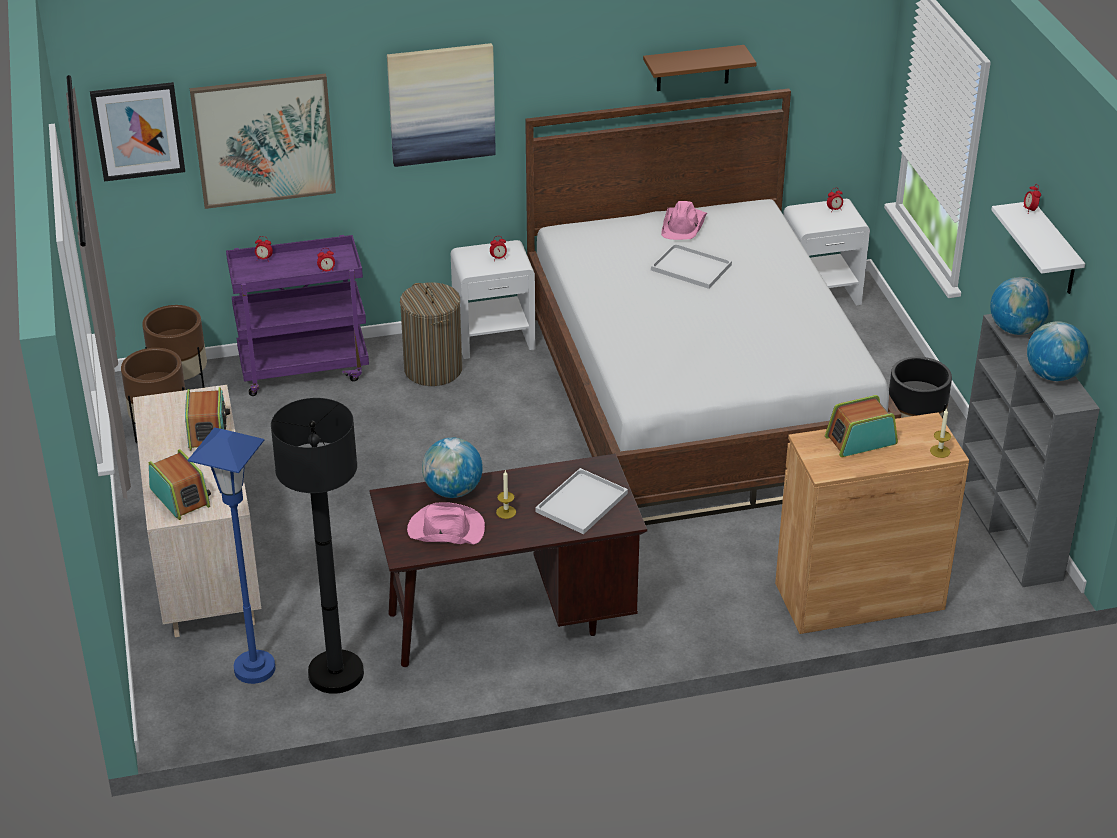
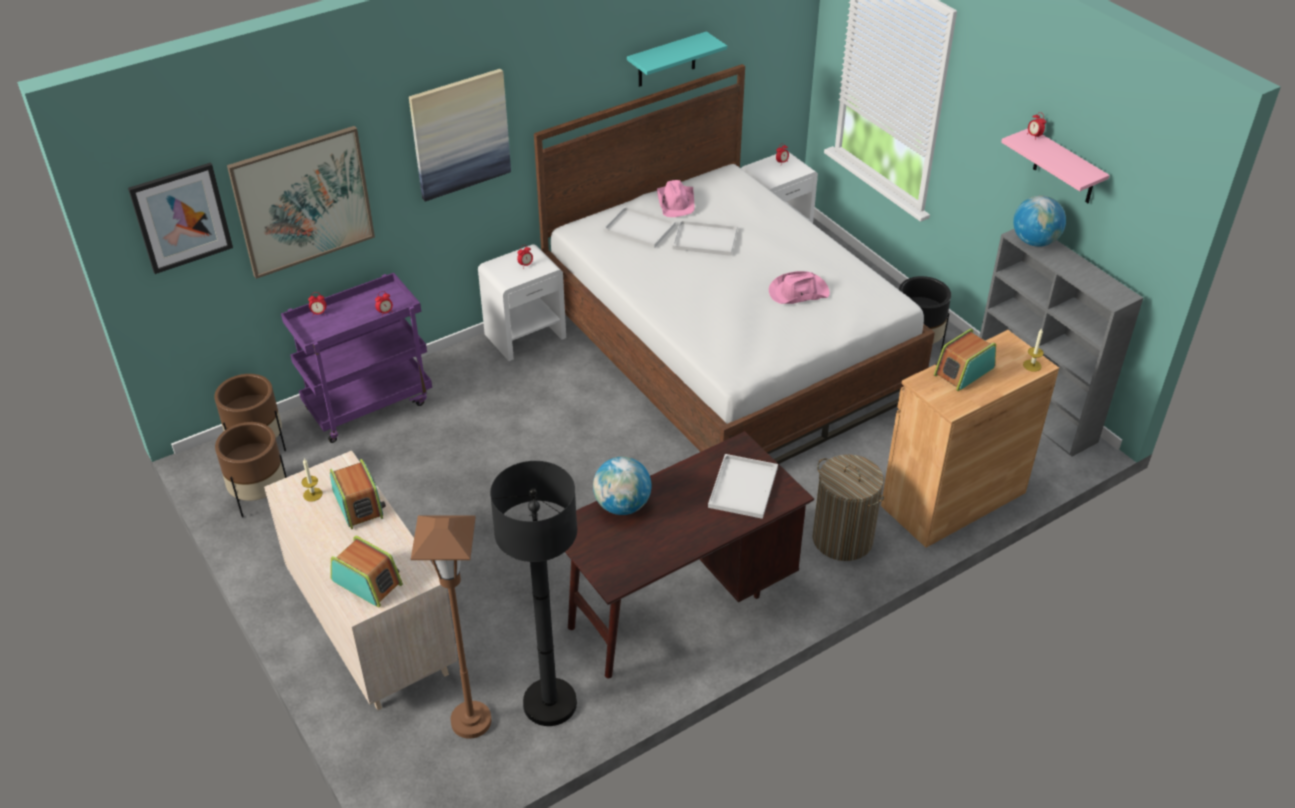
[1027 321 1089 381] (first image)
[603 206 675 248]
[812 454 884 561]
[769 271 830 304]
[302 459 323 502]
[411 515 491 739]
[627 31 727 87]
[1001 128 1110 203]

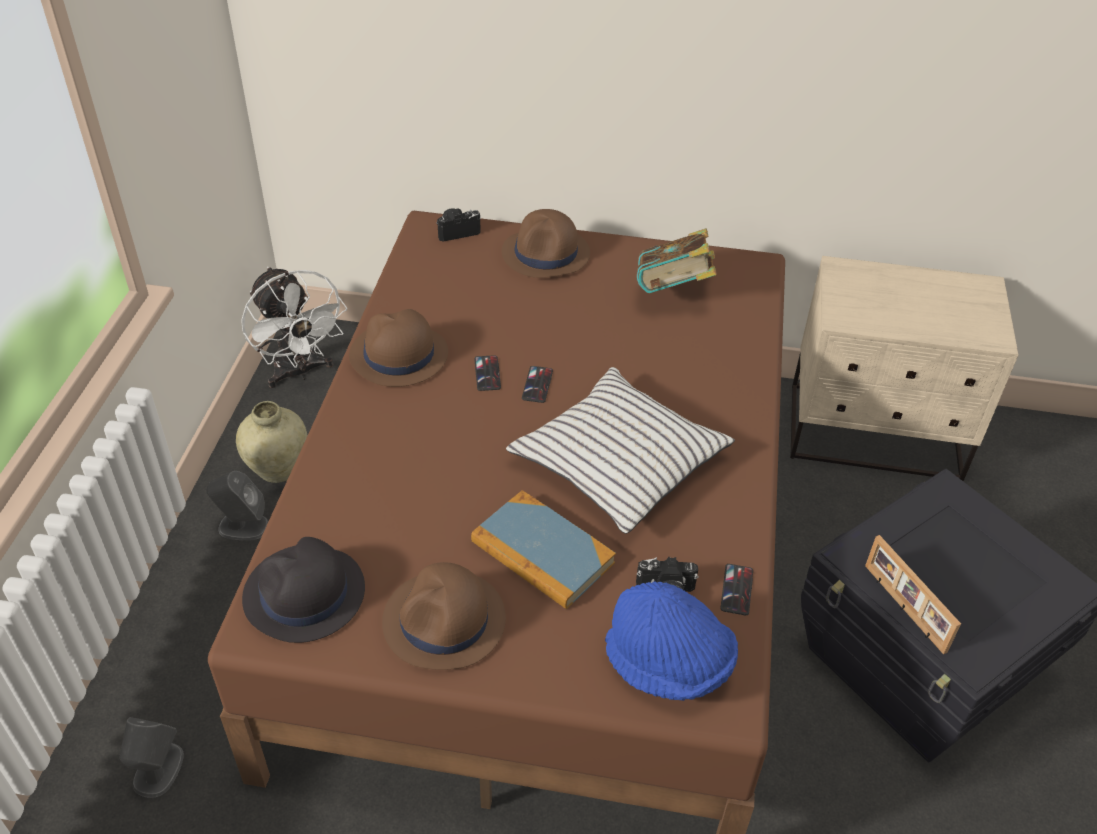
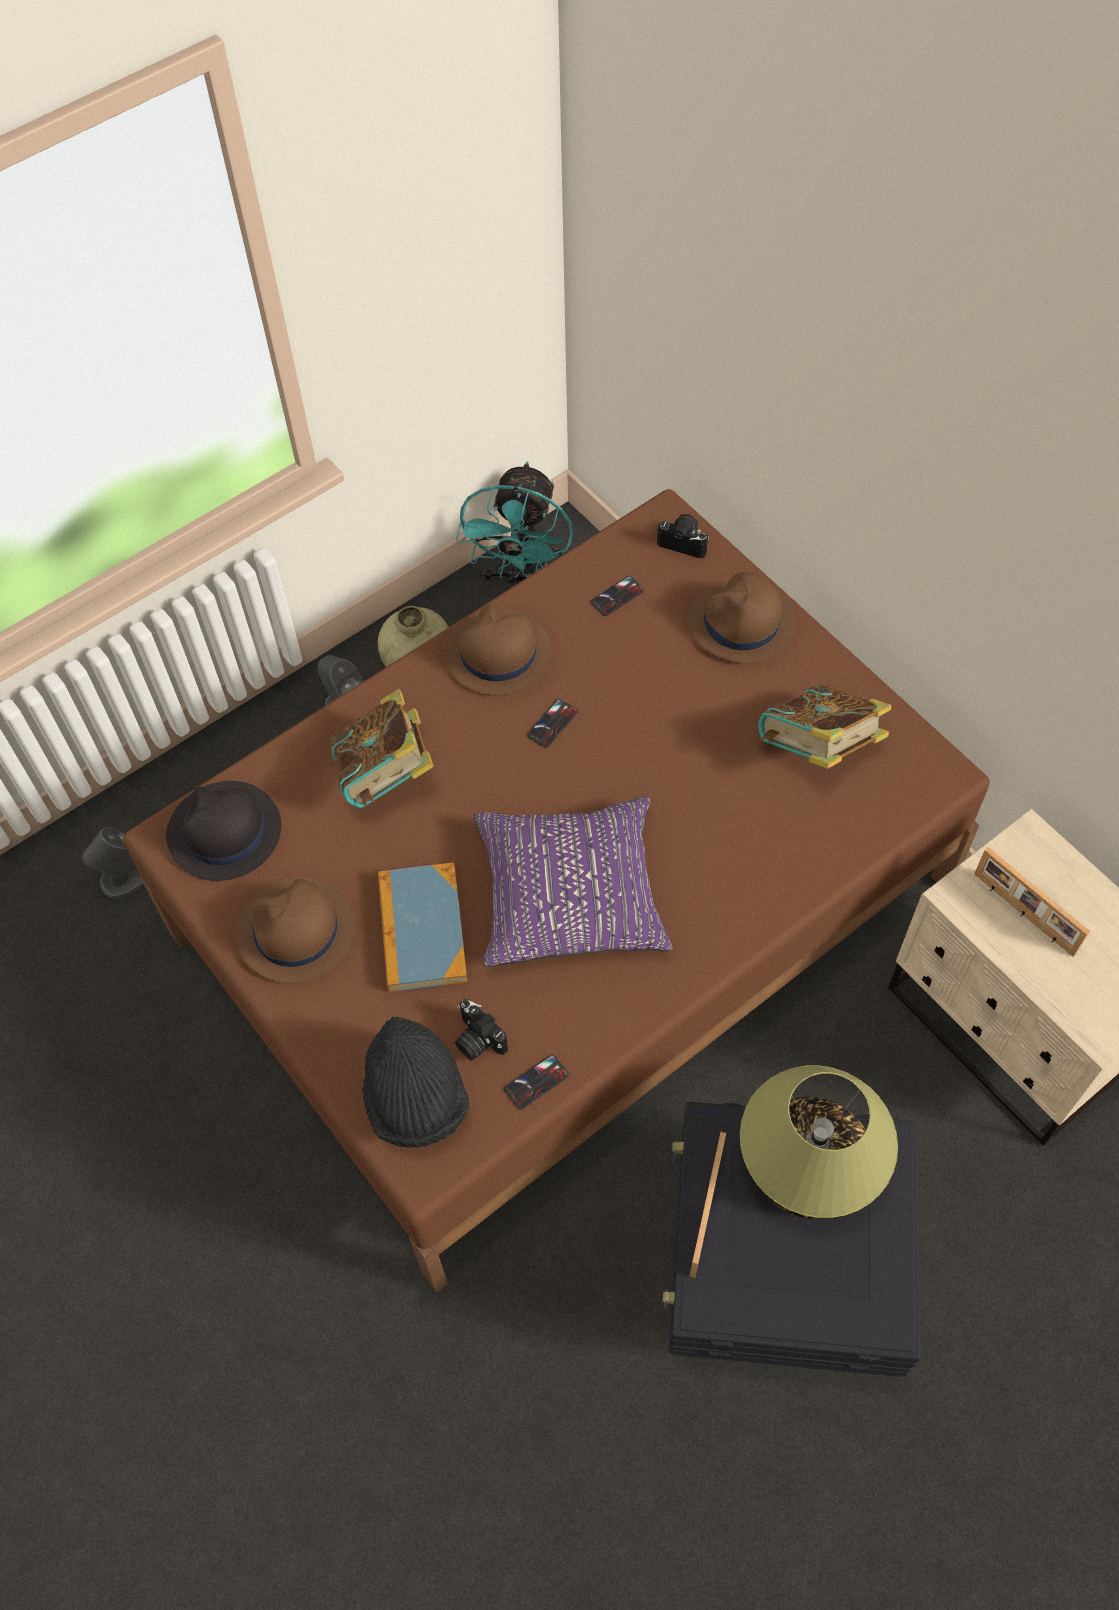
[330 689 433 808]
[740 1066 898 1219]
[974 847 1090 957]
[591 576 644 616]
[456 462 573 584]
[474 797 673 967]
[362 1017 469 1148]

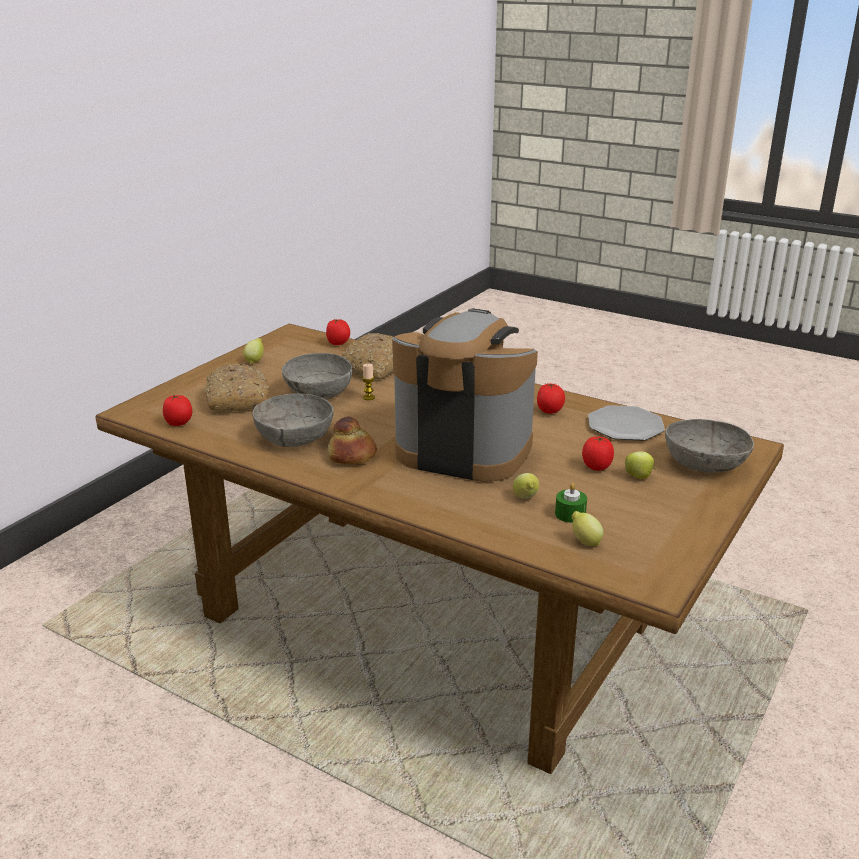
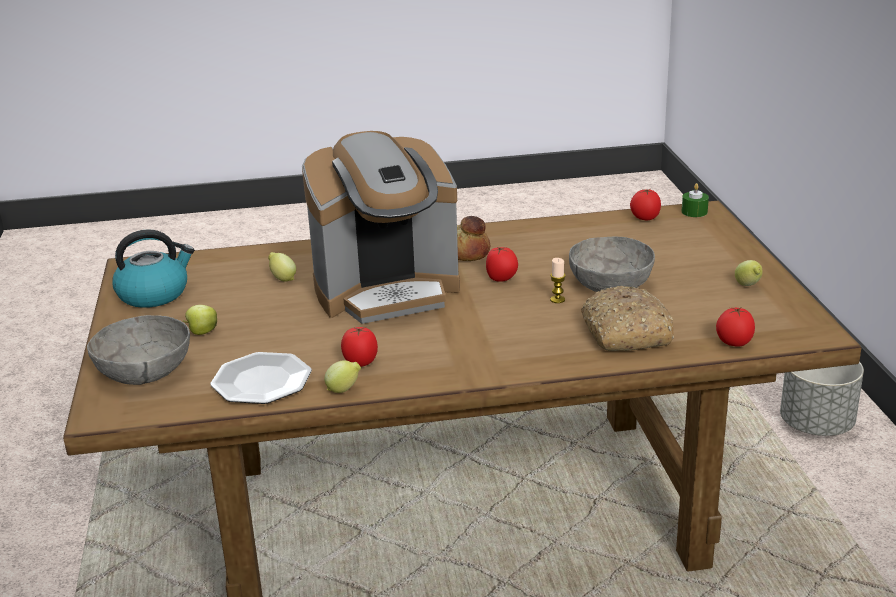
[205 364 270 412] (first image)
[252 393 333 447] (first image)
[113 229 194 308]
[780 362 864 436]
[682 183 709 217]
[324 360 361 393]
[486 246 518 282]

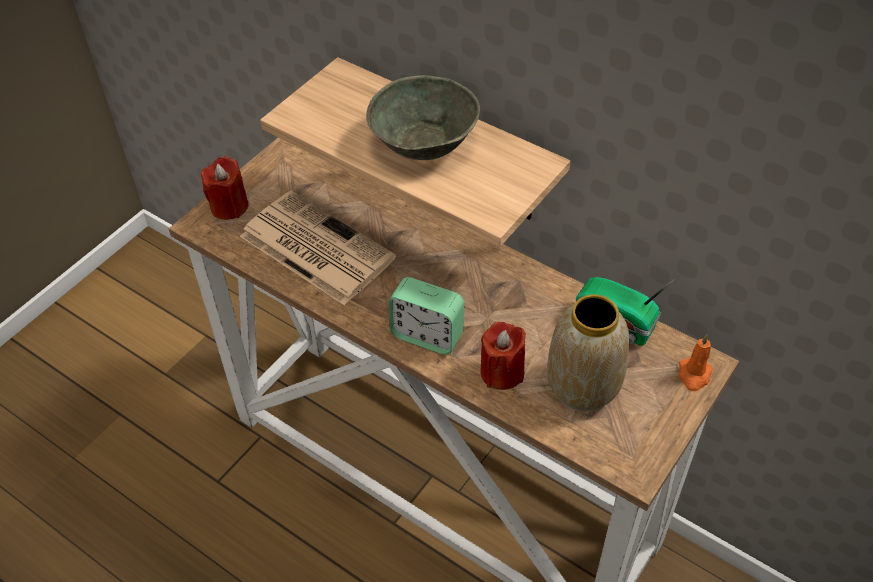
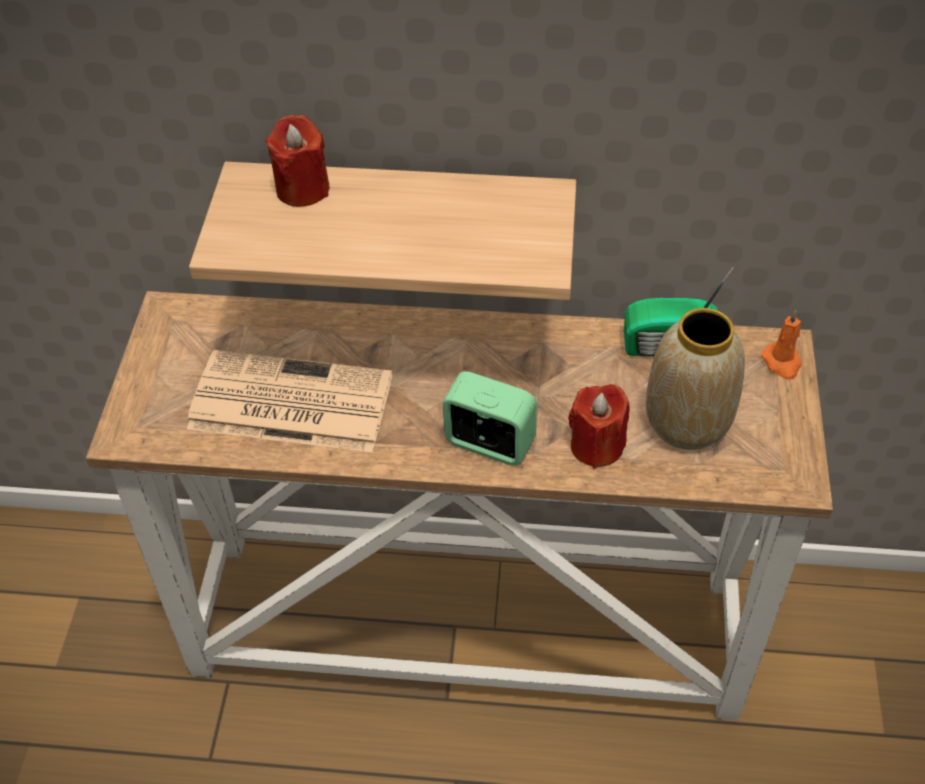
[366 75 480 160] (first image)
[266 115 329 207]
[442 371 537 466]

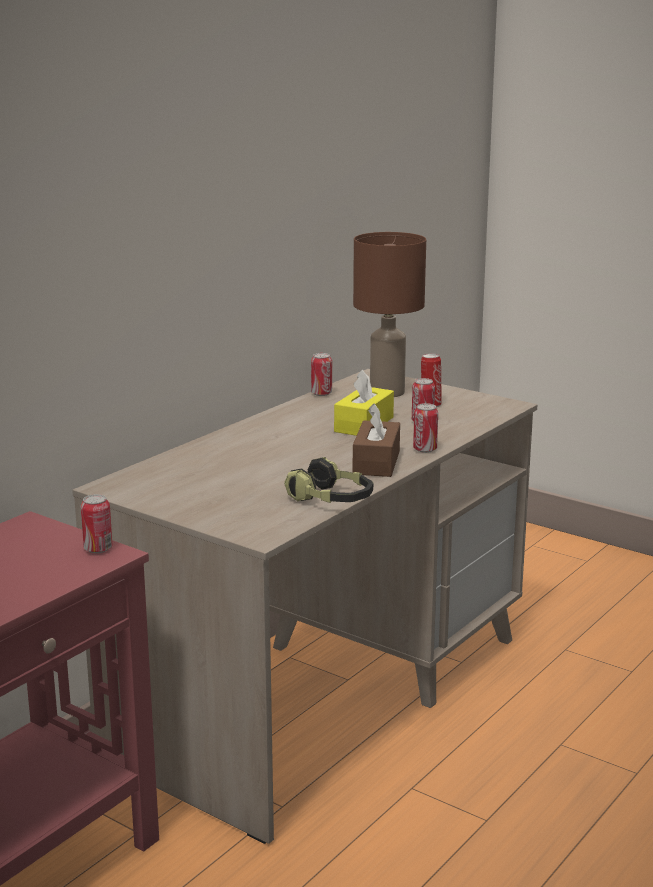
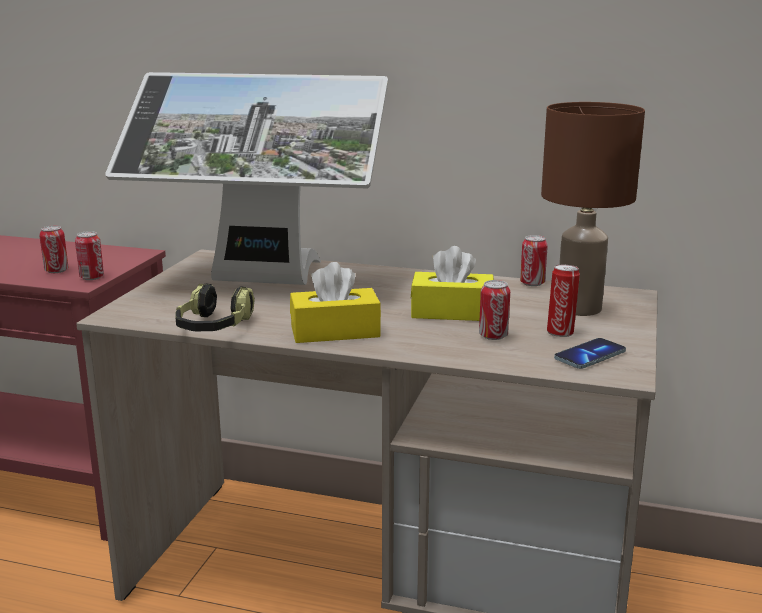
[105 72 388 285]
[554 338 626 369]
[39 226 69 273]
[290 262 381 343]

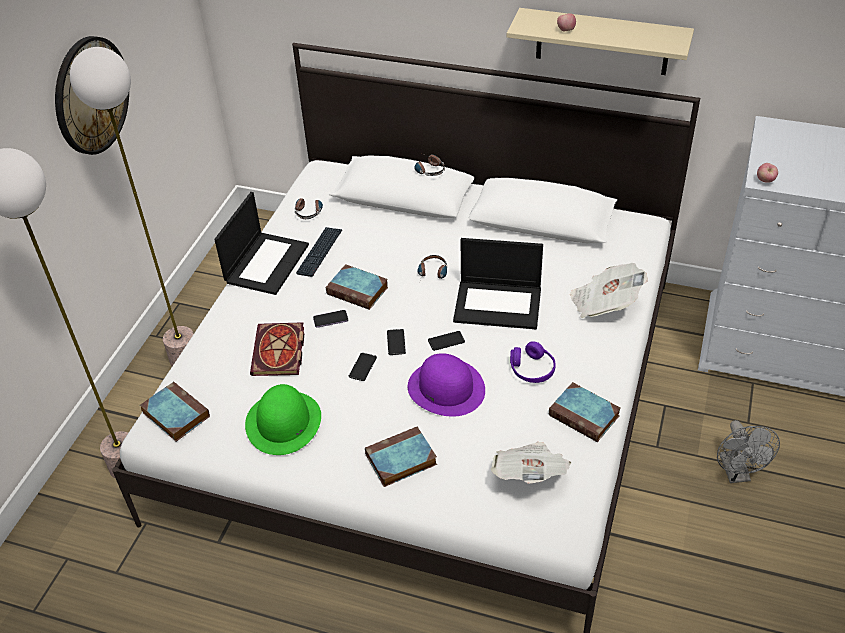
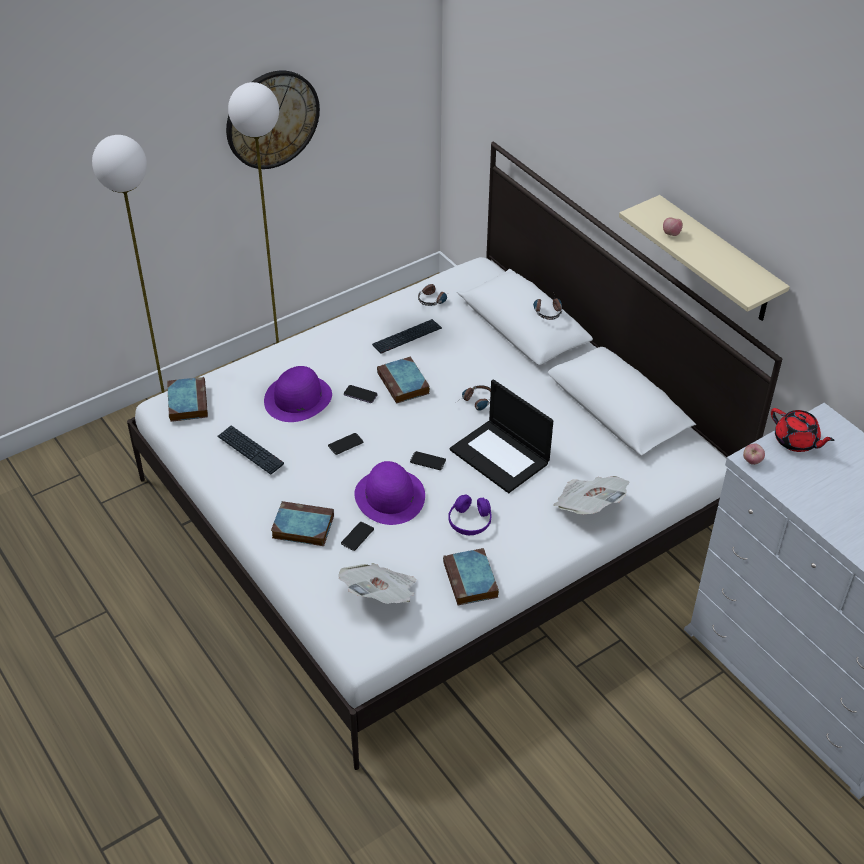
[214 192 309 295] (first image)
[717 420 780 483] (first image)
[771 408 834 452]
[341 522 374 551]
[217 425 284 475]
[264 366 332 422]

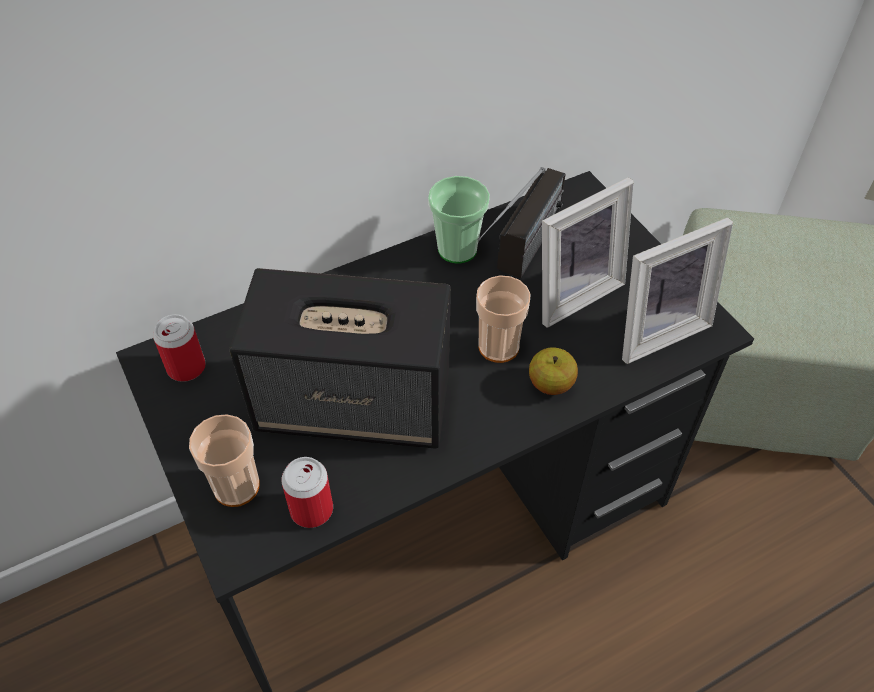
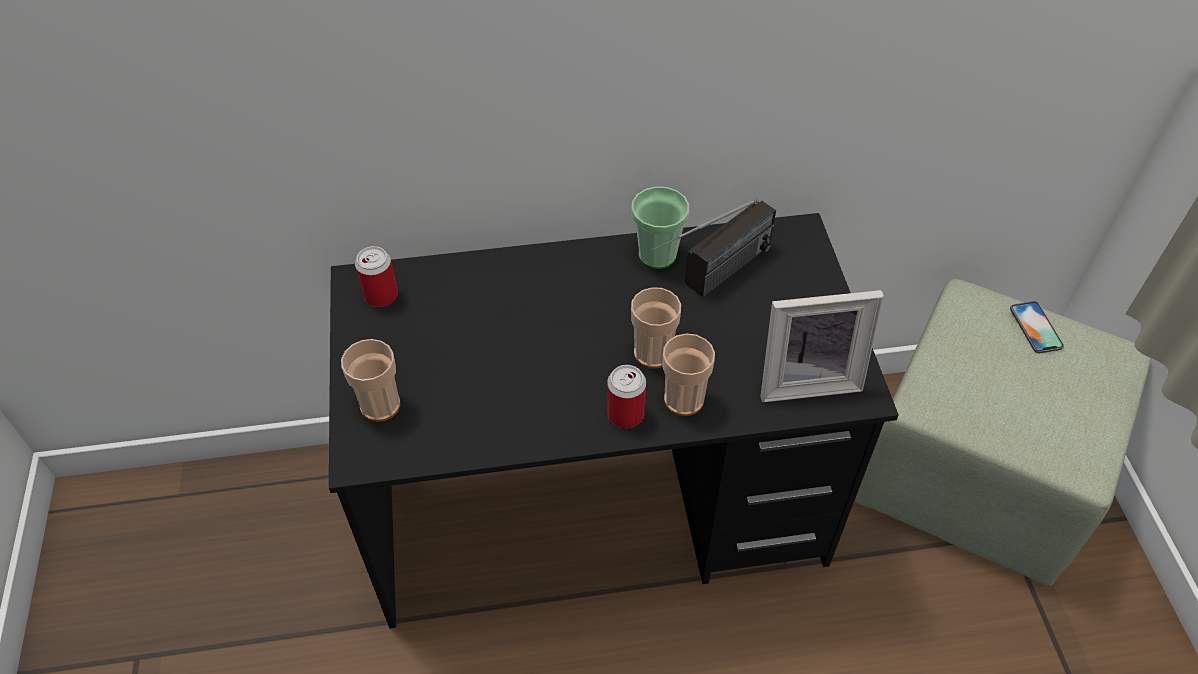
[229 268 451 449] (first image)
[542 177 634 328] (first image)
[1010 301 1064 353]
[607 365 646 428]
[663 334 715 416]

